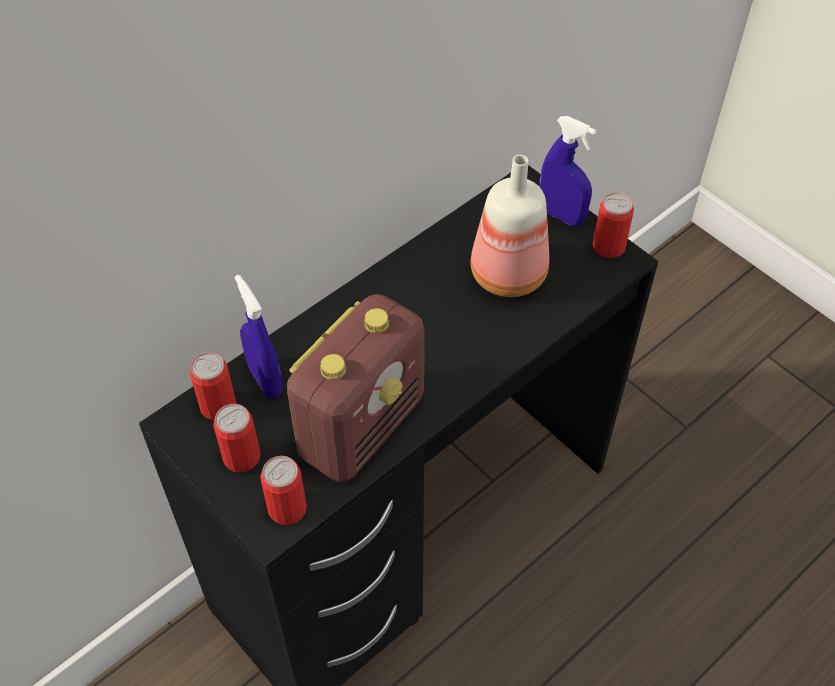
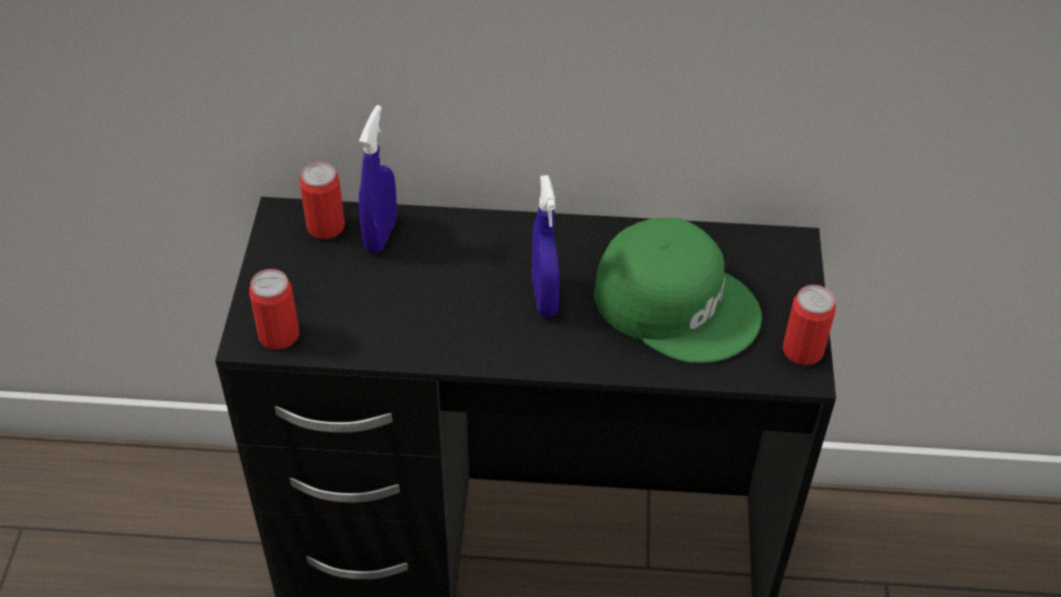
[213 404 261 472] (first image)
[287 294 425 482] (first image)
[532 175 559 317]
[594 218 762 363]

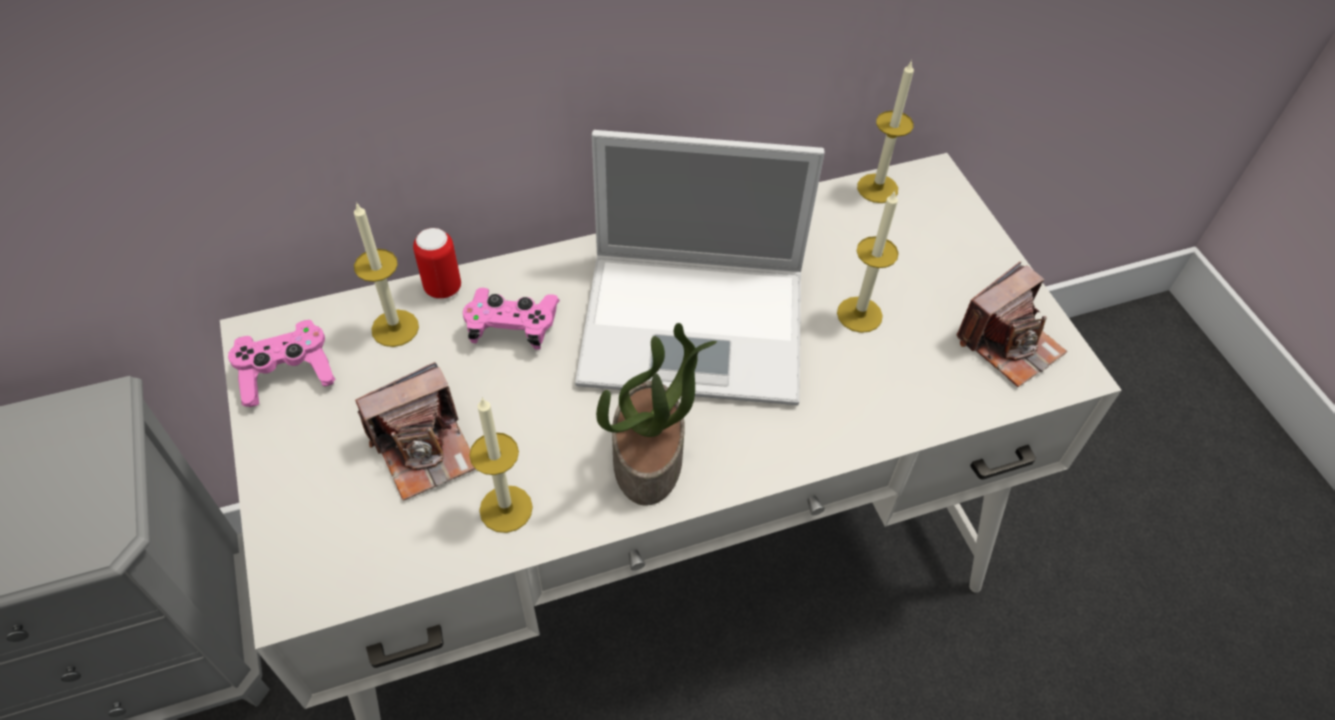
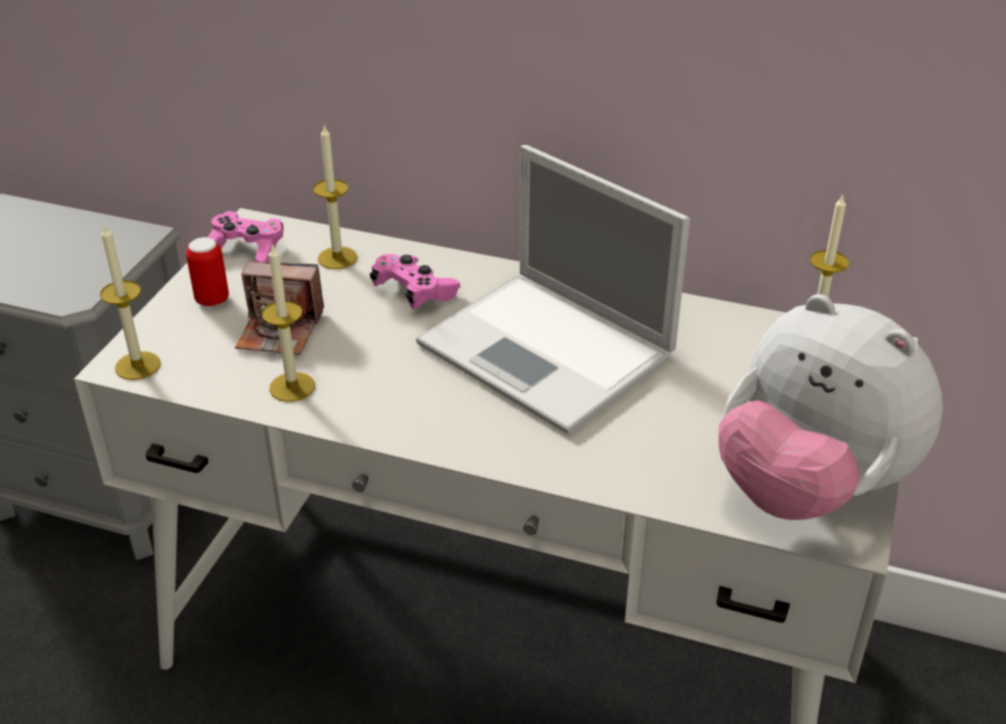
[596 323 717 506] (first image)
[186 237 229 307]
[100 224 160 380]
[719 294 943 520]

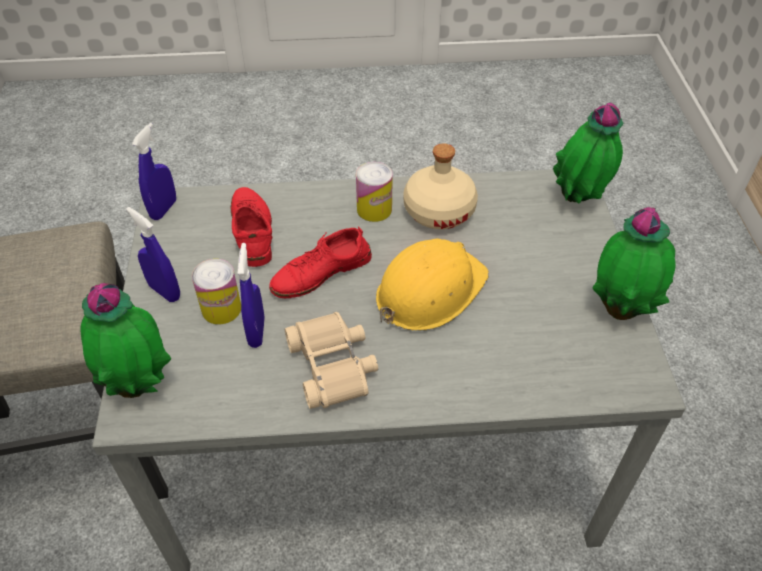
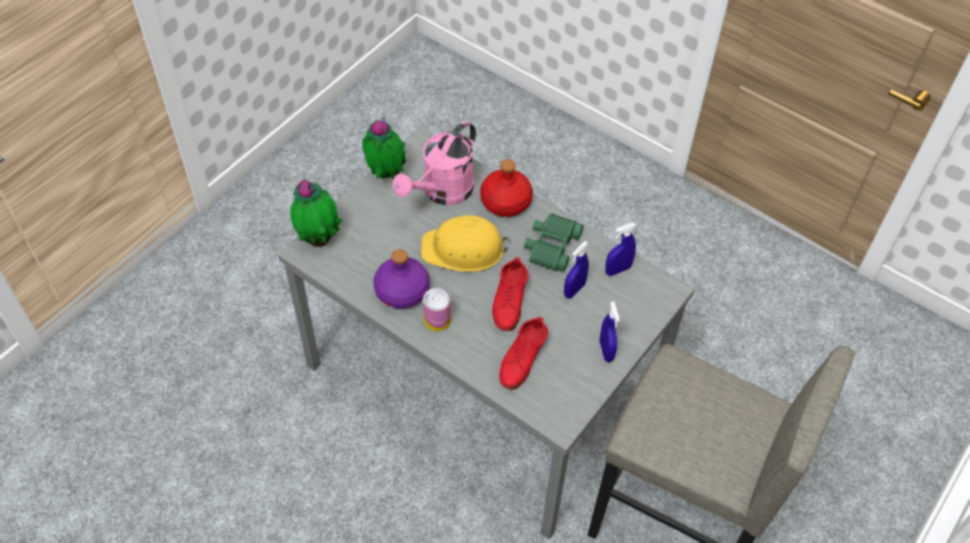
[80 283 171 398] (first image)
[192 259 241 325] (first image)
[393 121 476 205]
[480 159 533 217]
[605 223 636 276]
[524 213 583 272]
[373 249 430 308]
[492 258 528 331]

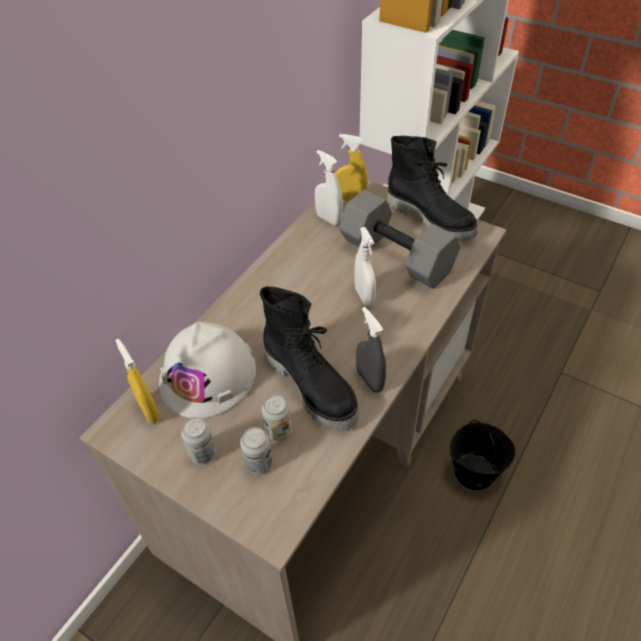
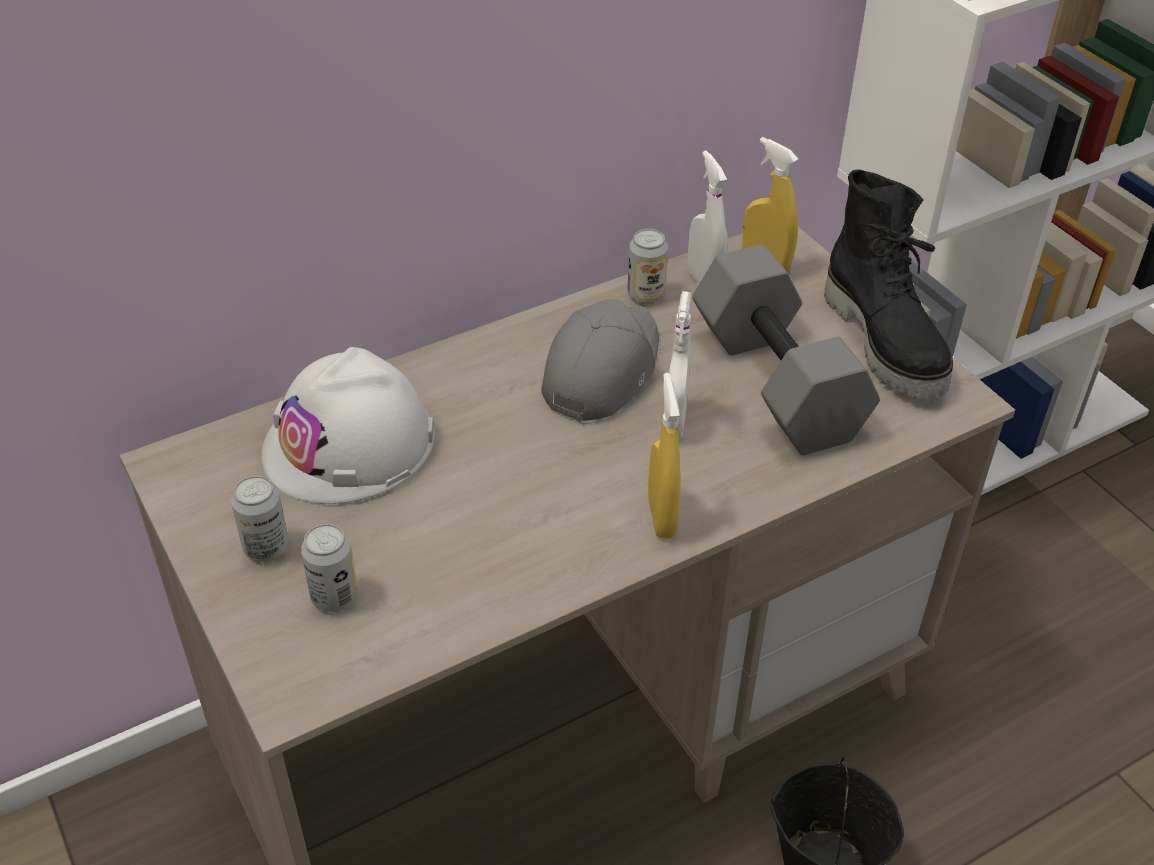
[260 286 359 430] (first image)
[356 307 386 393] (first image)
[541 299 659 422]
[648 373 681 539]
[627 229 668 304]

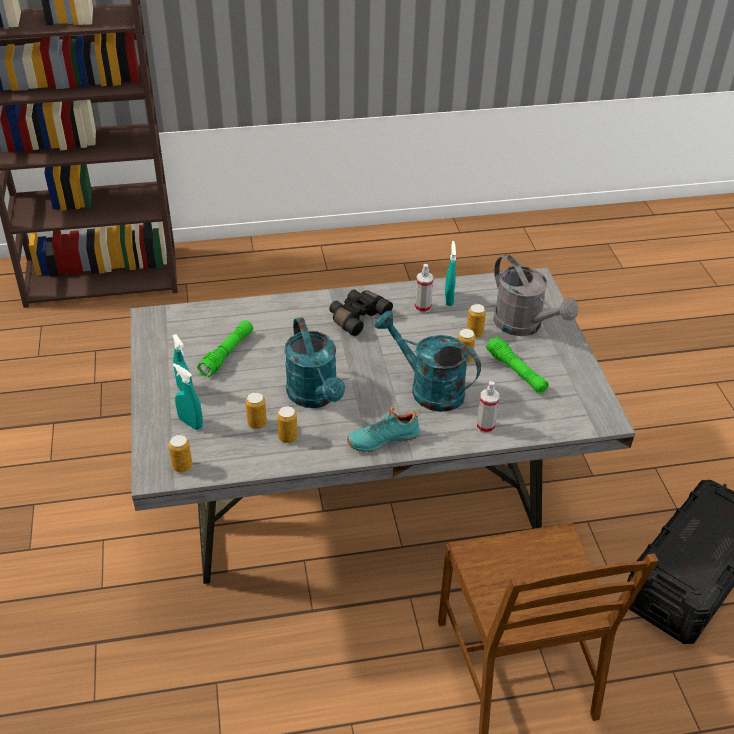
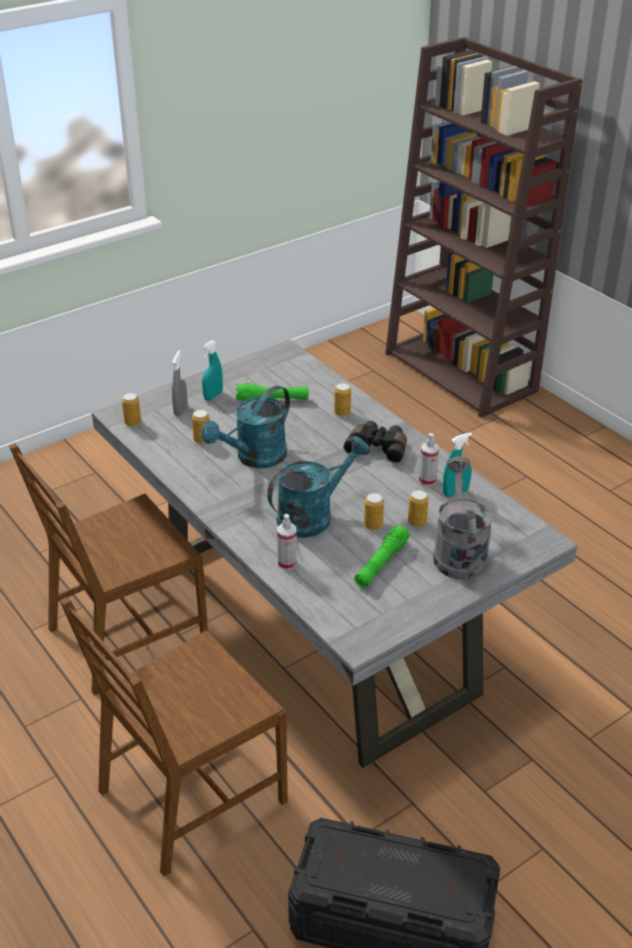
[347 406 421 452] (first image)
[9 443 208 695]
[334 383 351 416]
[172 351 187 416]
[267 436 370 538]
[433 457 493 580]

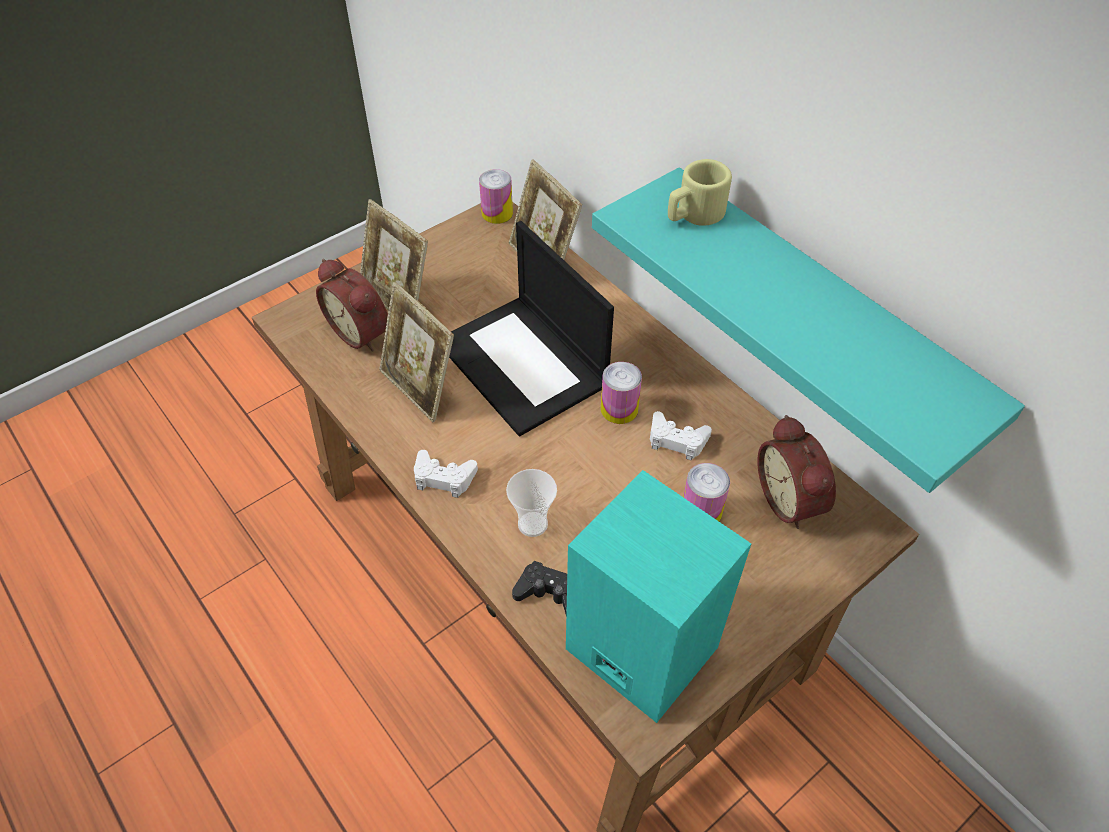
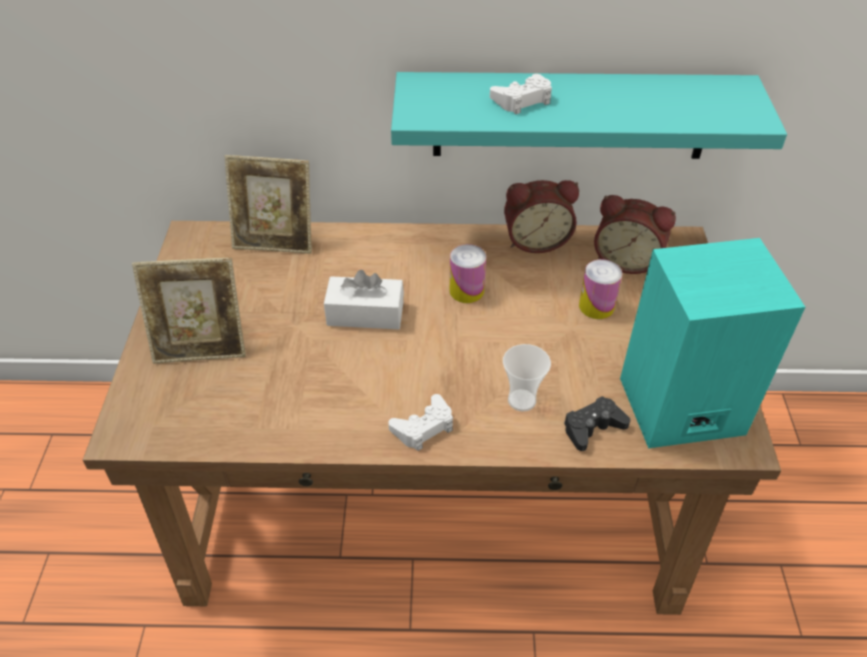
[379 282 454 422] (first image)
[479 169 513 224] (first image)
[668 159 732 226] (first image)
[504 180 579 253]
[490 74 552 114]
[324 270 404 329]

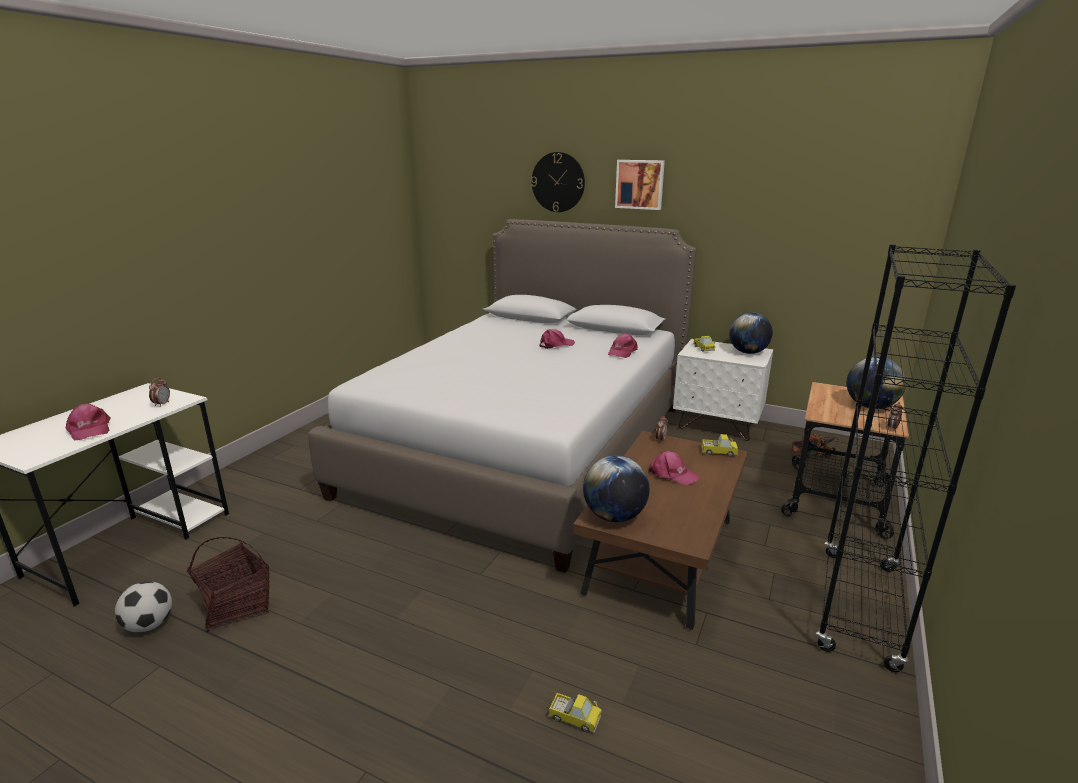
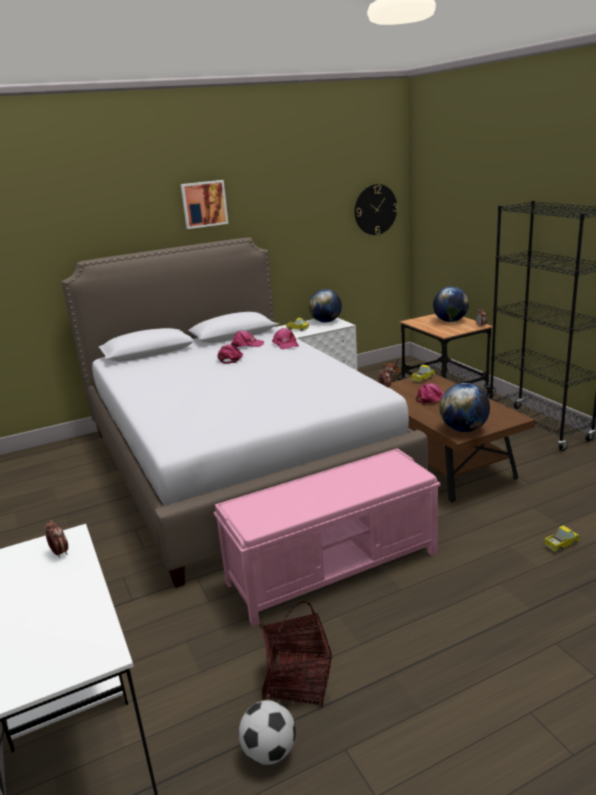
[213 448 441 626]
[231 331 264 348]
[355 184 398 235]

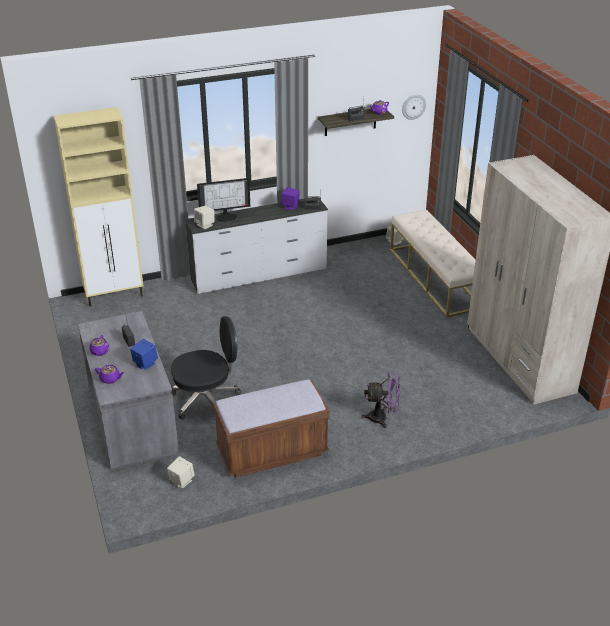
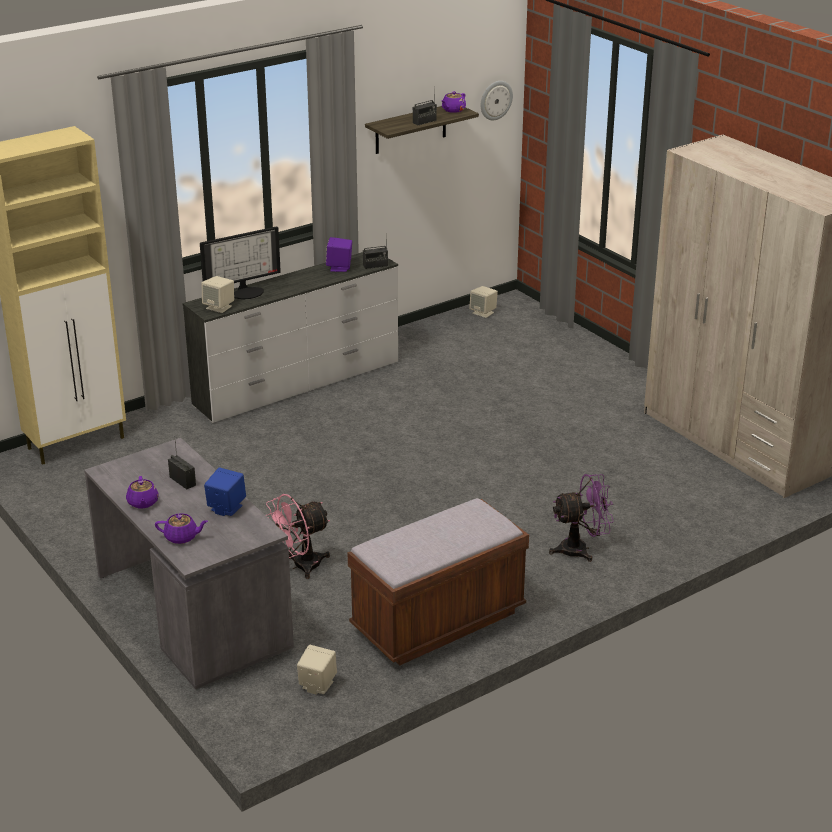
[390 210 476 317] (first image)
[266 494 330 579]

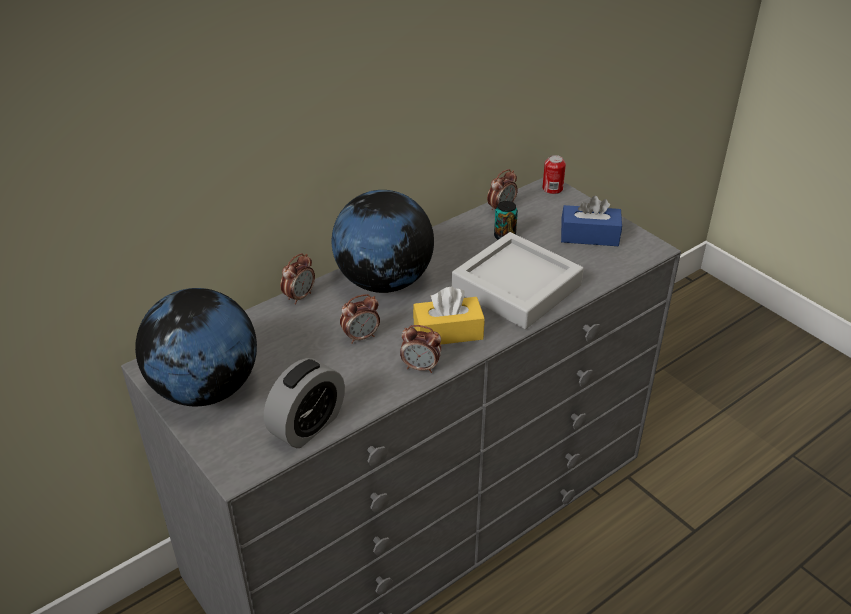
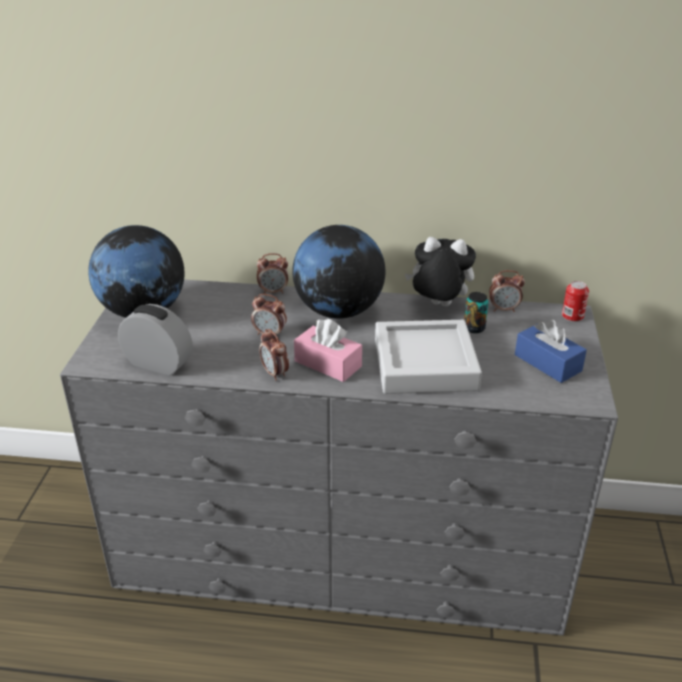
[405 237 476 306]
[294 319 362 382]
[118 304 193 375]

